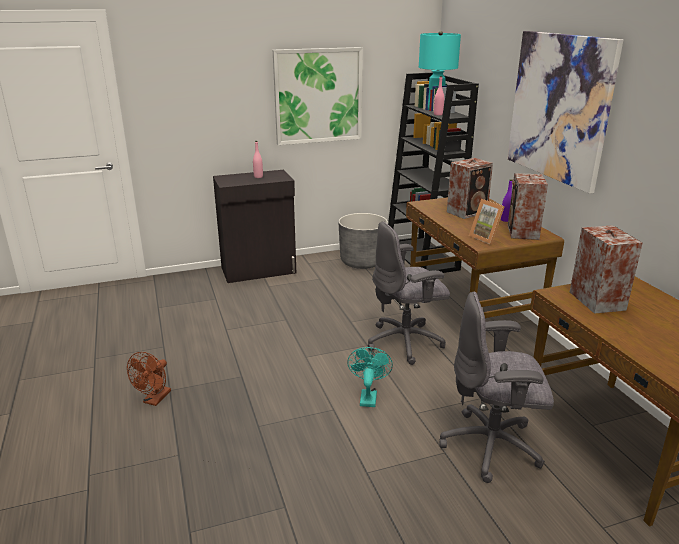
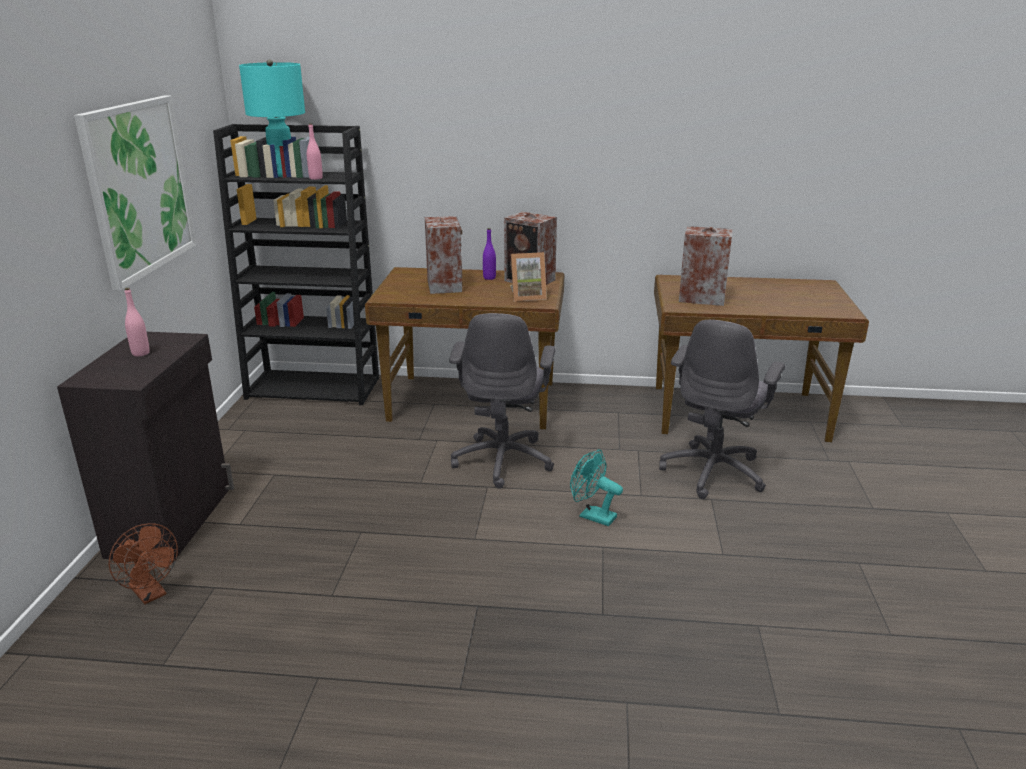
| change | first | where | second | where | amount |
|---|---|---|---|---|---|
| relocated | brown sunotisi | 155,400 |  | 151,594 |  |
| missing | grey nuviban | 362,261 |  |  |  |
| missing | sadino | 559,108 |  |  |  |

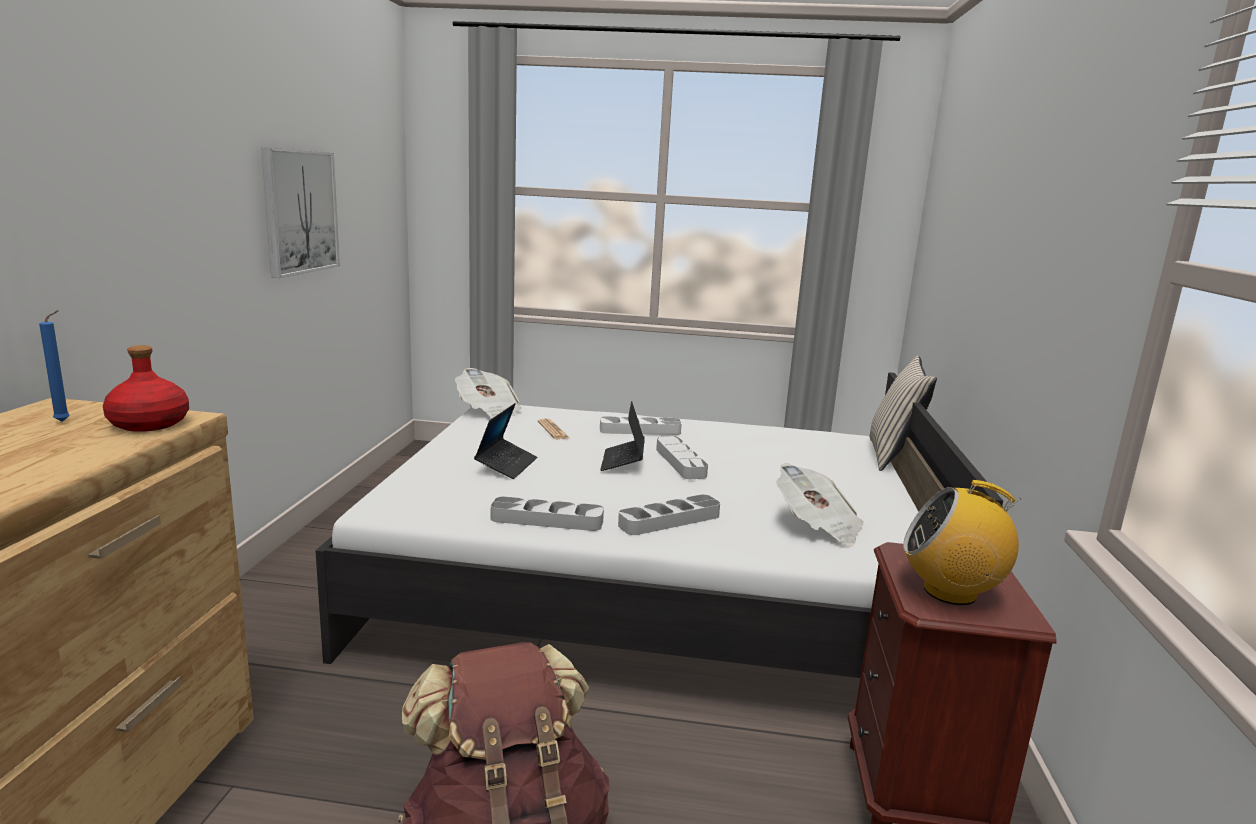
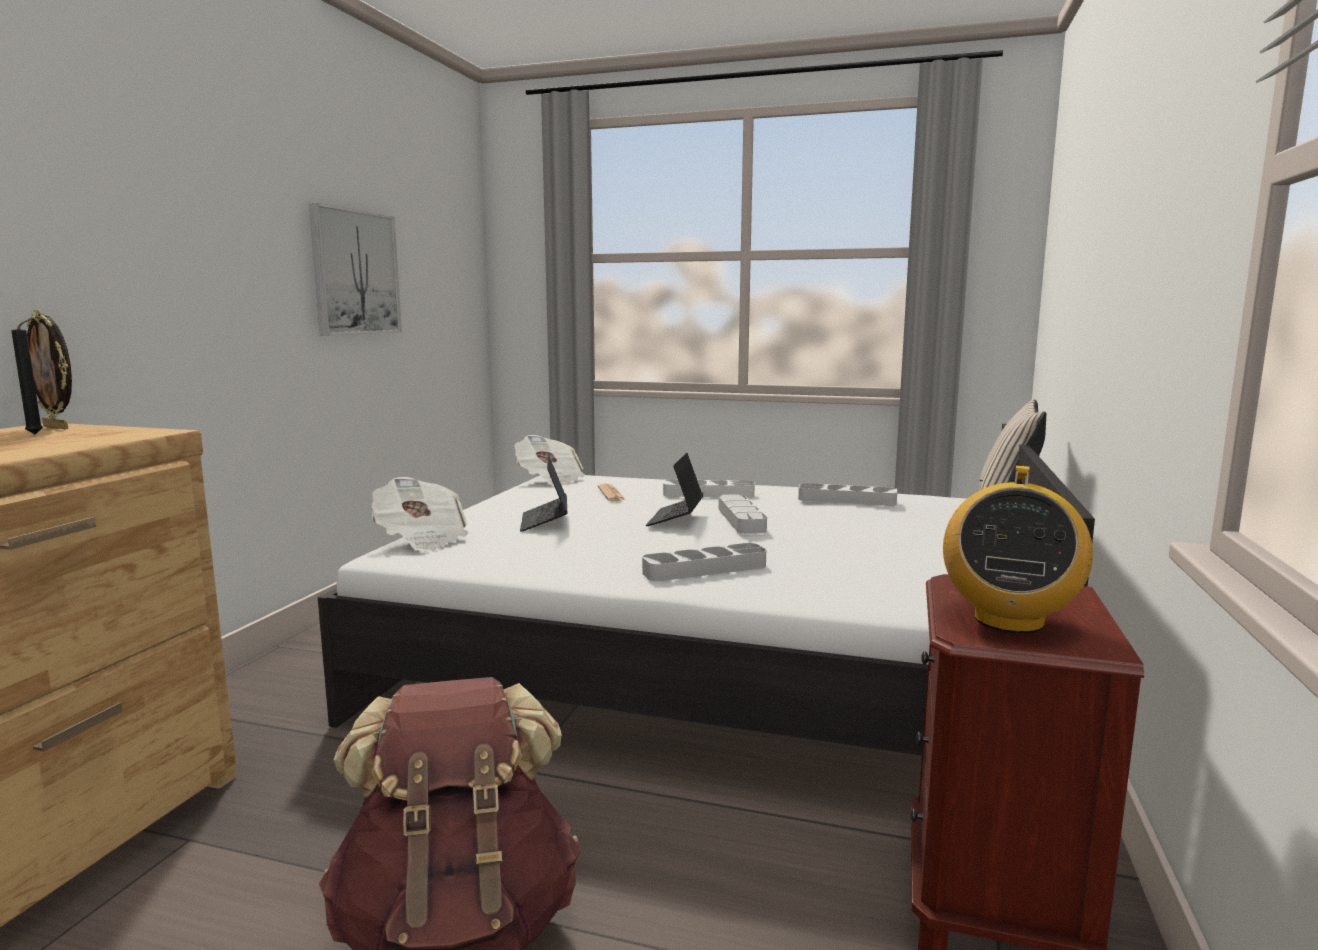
| change | first | where | second | where | amount |
|---|---|---|---|---|---|
| colour | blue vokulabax | 65,421 | black vokulabax | 38,434 |  |
| missing | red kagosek | 148,424 |  |  |  |
| spun | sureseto | 506,465 |  | 544,521 | 150 degrees clockwise |
| relocated | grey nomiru | 547,520 |  | 846,500 |  |
| relocated | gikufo | 818,527 |  | 421,539 |  |
| spun | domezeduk | 950,592 |  | 1008,620 | 90 degrees counterclockwise |
| appeared |  |  | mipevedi | 57,427 |  |

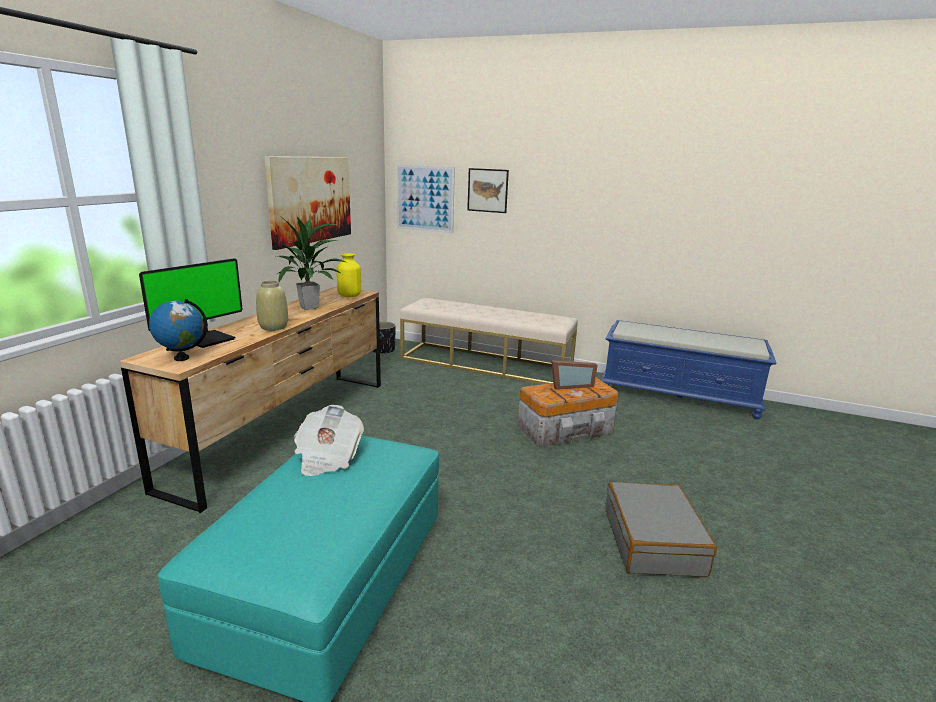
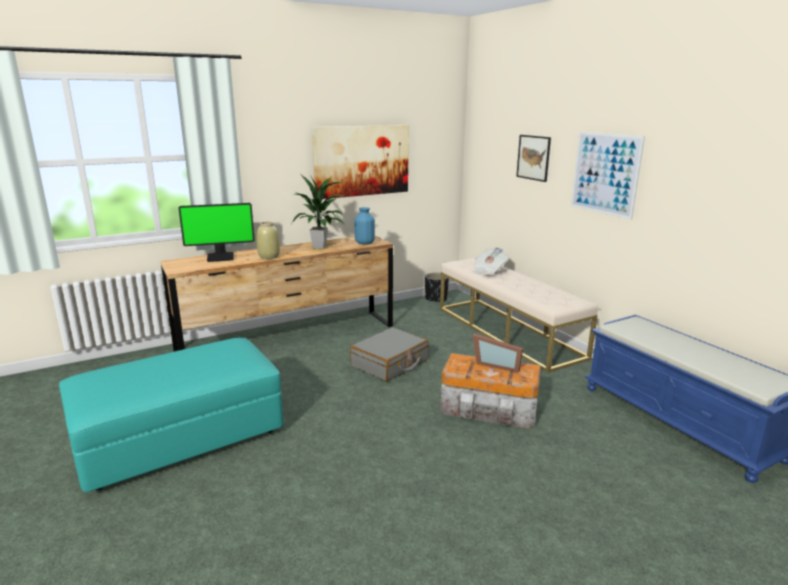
| change | first | where | second | where | amount |
|---|---|---|---|---|---|
| missing | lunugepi | 182,358 |  |  |  |
| relocated | gikufo | 327,457 |  | 488,271 |  |
| colour | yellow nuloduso | 349,295 | blue nuloduso | 365,243 |  |
| relocated | sadino | 425,198 |  | 605,174 |  |
| relocated | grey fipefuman | 653,541 |  | 390,363 |  |

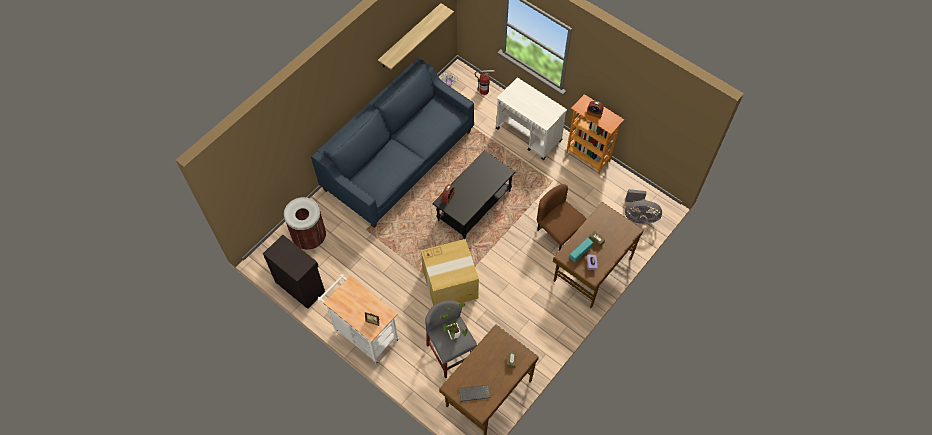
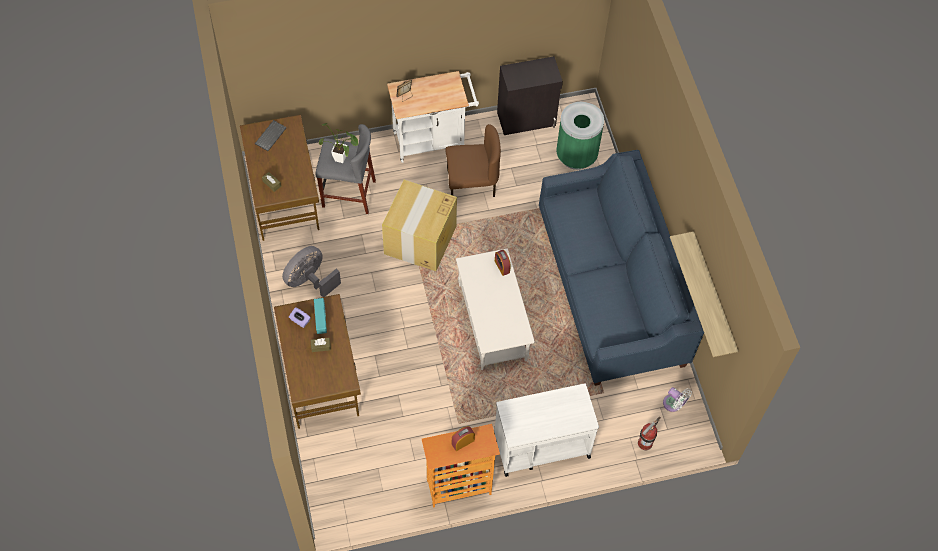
| change | first | where | second | where | amount |
|---|---|---|---|---|---|
| colour | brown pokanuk | 309,237 | green pokanuk | 576,156 |  |
| colour | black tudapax | 474,205 | white tudapax | 493,322 |  |
| relocated | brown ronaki | 558,234 |  | 471,186 |  |
| relocated | grey sunotisi | 639,216 |  | 310,281 |  |

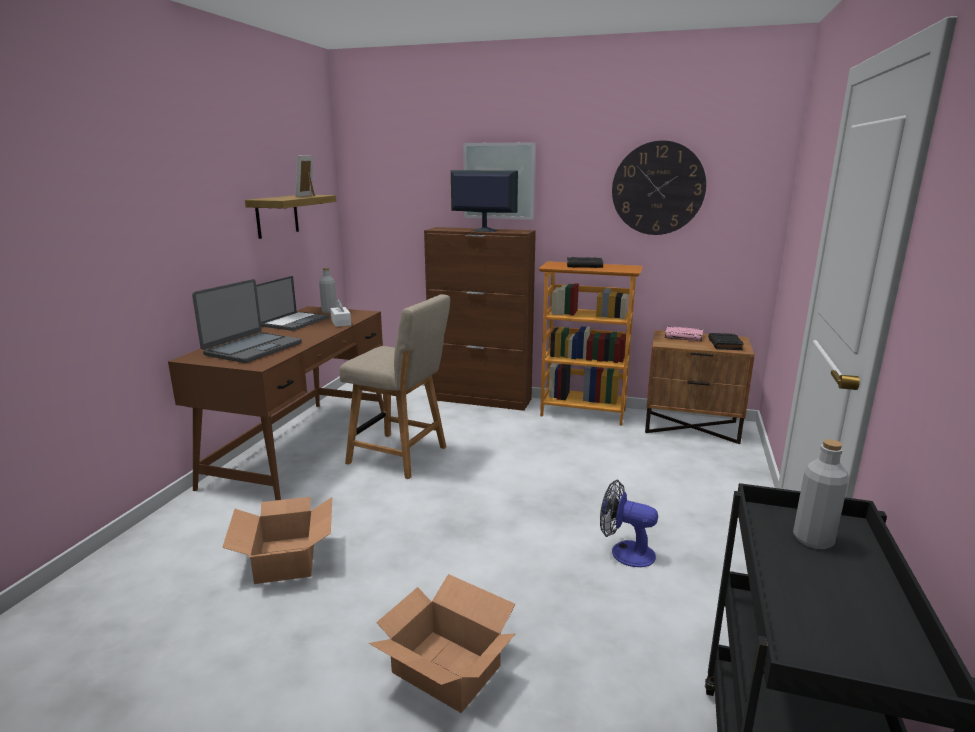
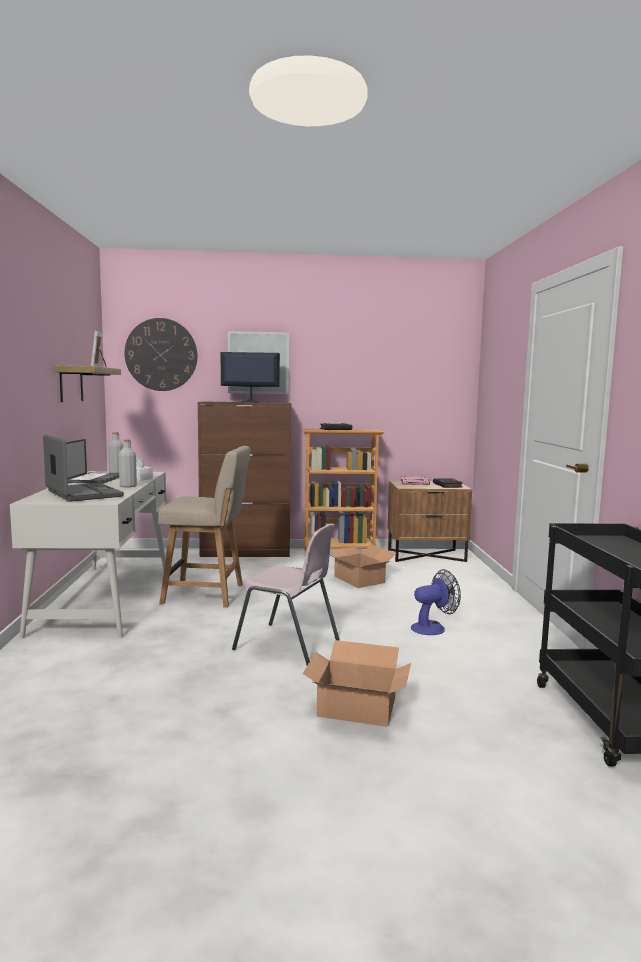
| change | first | where | second | where | amount |
|---|---|---|---|---|---|
| colour | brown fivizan | 302,447 | white fivizan | 105,598 |  |
| spun | sureseto | 252,349 |  | 83,494 | 45 degrees counterclockwise |
| relocated | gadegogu | 287,558 |  | 359,579 |  |
| spun | sunotisi | 625,552 |  | 433,627 | 150 degrees clockwise |
| relocated | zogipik | 658,188 |  | 161,354 |  |
| relocated | grey kagosek | 813,539 |  | 128,486 |  |
| appeared |  |  | pink ronaki | 288,645 |  |

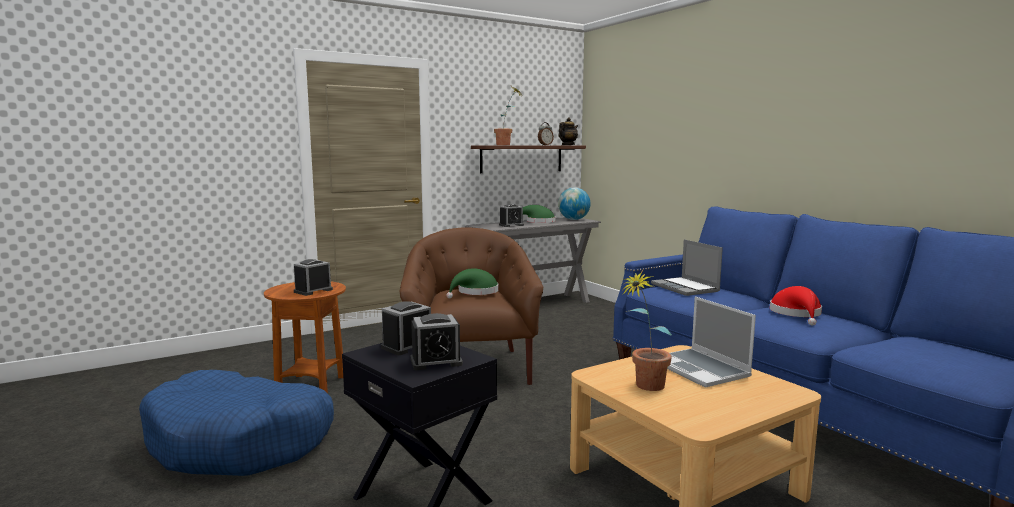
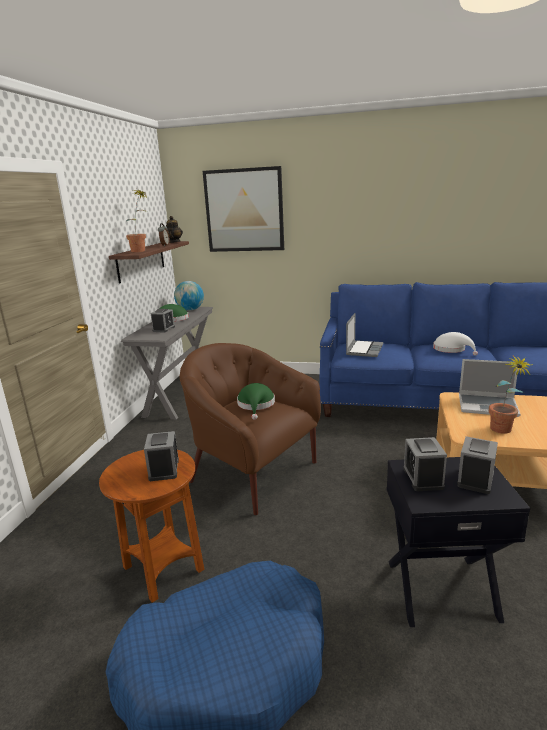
| change | first | where | second | where | amount |
|---|---|---|---|---|---|
| spun | sureseto | 686,288 |  | 364,349 | 90 degrees counterclockwise |
| colour | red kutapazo | 797,314 | white kutapazo | 451,349 |  |
| appeared |  |  | sadino | 244,210 |  |

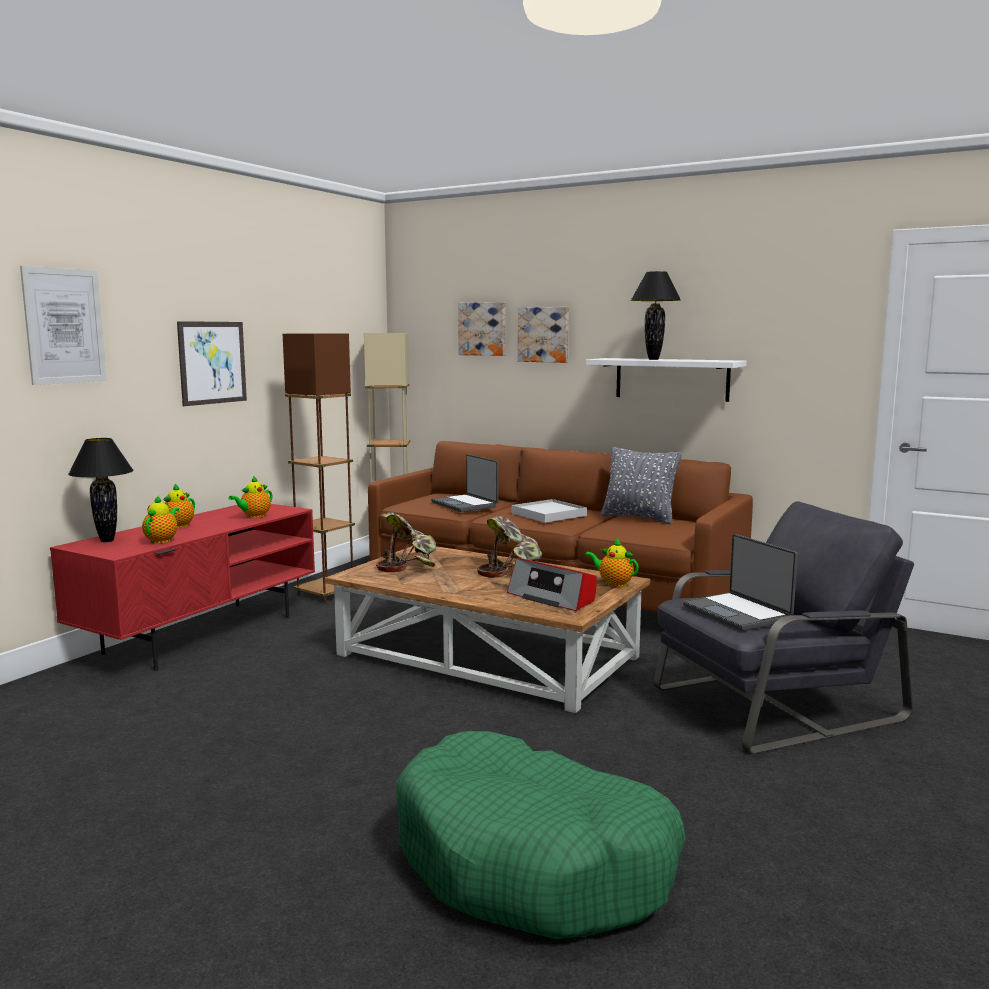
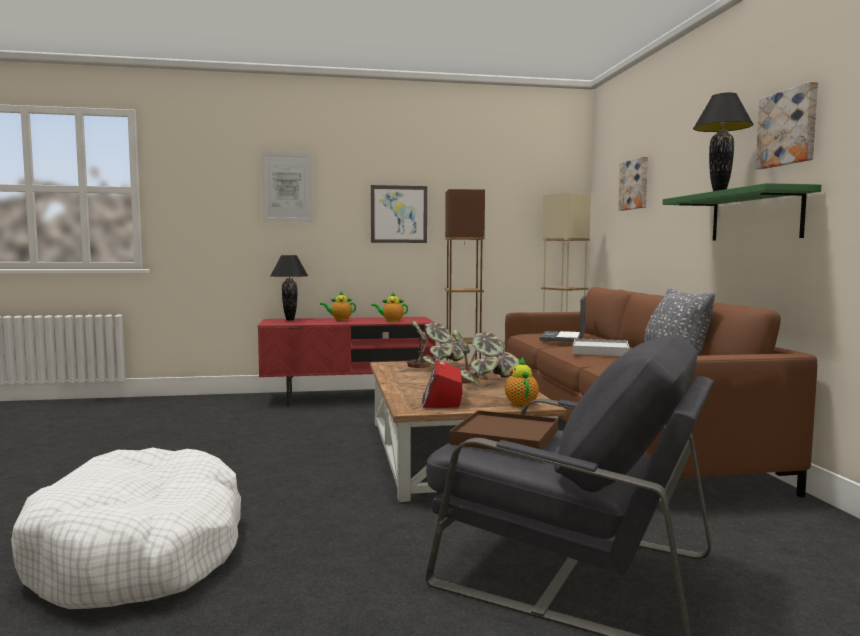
| change | first | where | second | where | amount |
|---|---|---|---|---|---|
| missing | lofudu | 162,540 |  |  |  |
| colour | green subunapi | 533,862 | white subunapi | 140,553 |  |
| relocated | sadino | 544,334 |  | 788,128 |  |
| colour | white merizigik | 671,379 | green merizigik | 755,216 |  |
| exchanged | sureseto | 738,613 | brown nomiru | 505,437 |  |

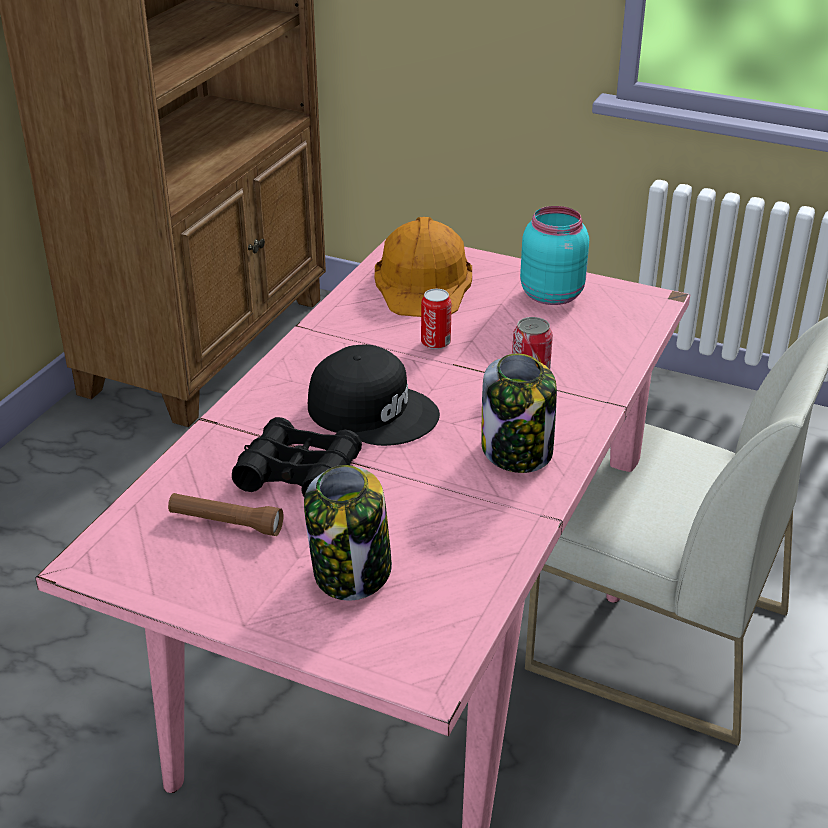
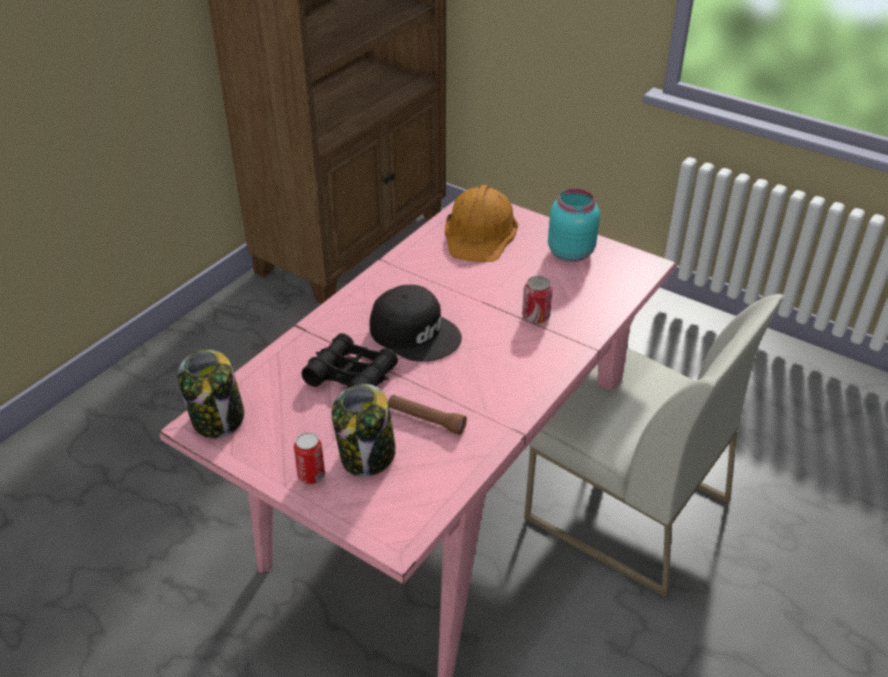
| change | first | where | second | where | amount |
|---|---|---|---|---|---|
| relocated | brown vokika | 226,523 |  | 426,420 |  |
| relocated | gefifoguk | 435,343 |  | 311,475 |  |
| relocated | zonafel | 517,451 |  | 218,419 |  |

